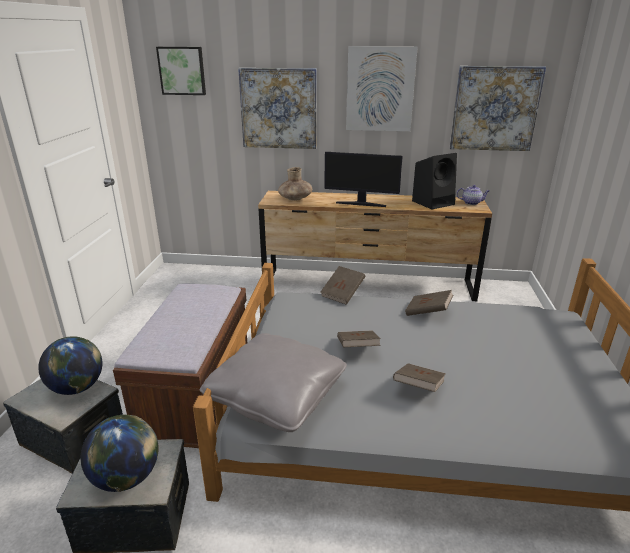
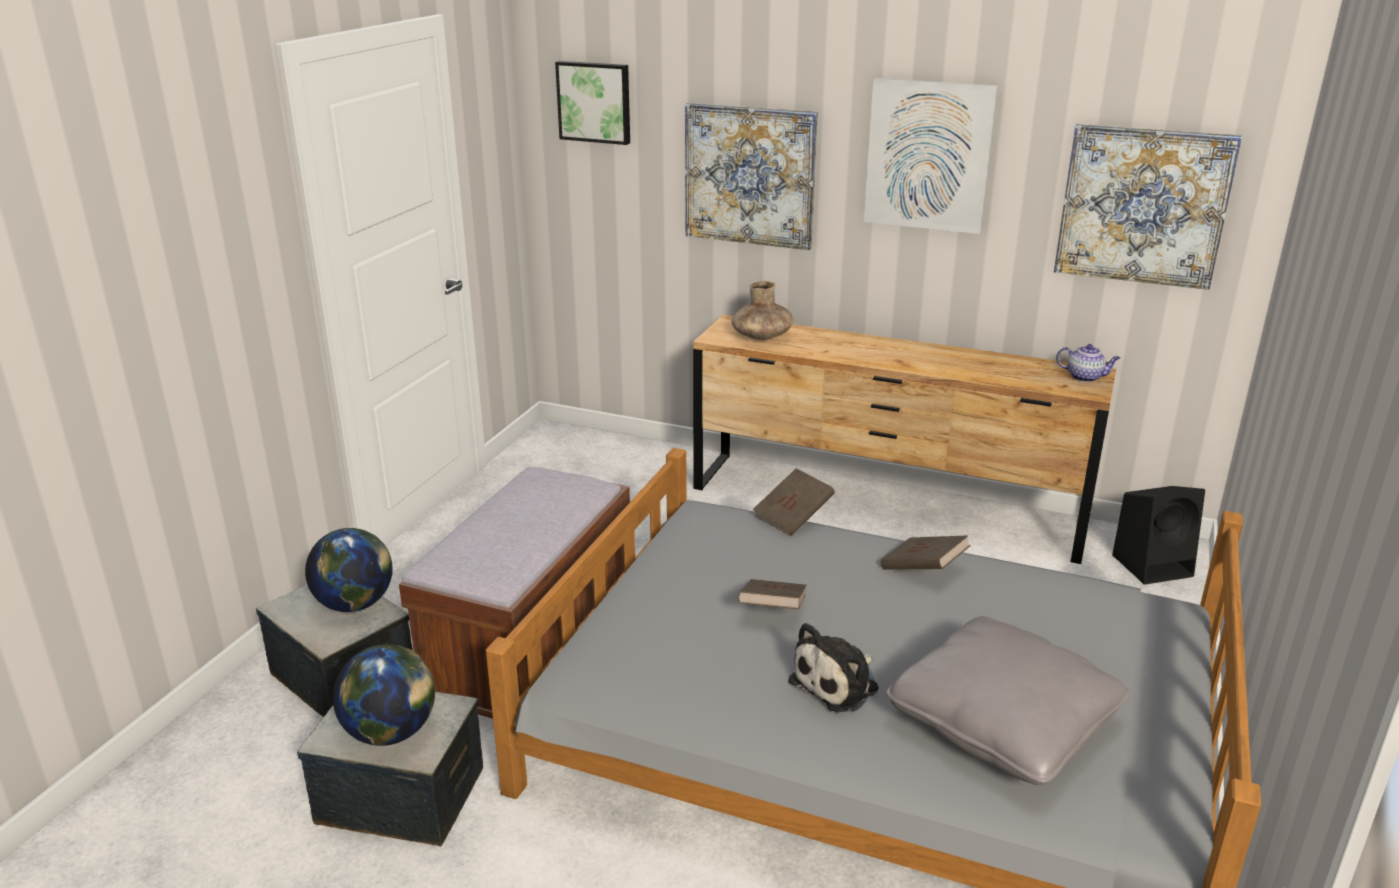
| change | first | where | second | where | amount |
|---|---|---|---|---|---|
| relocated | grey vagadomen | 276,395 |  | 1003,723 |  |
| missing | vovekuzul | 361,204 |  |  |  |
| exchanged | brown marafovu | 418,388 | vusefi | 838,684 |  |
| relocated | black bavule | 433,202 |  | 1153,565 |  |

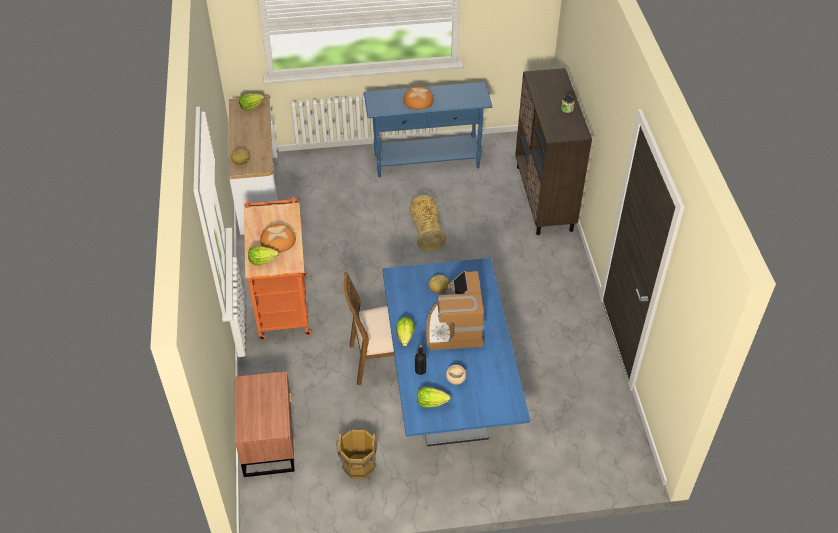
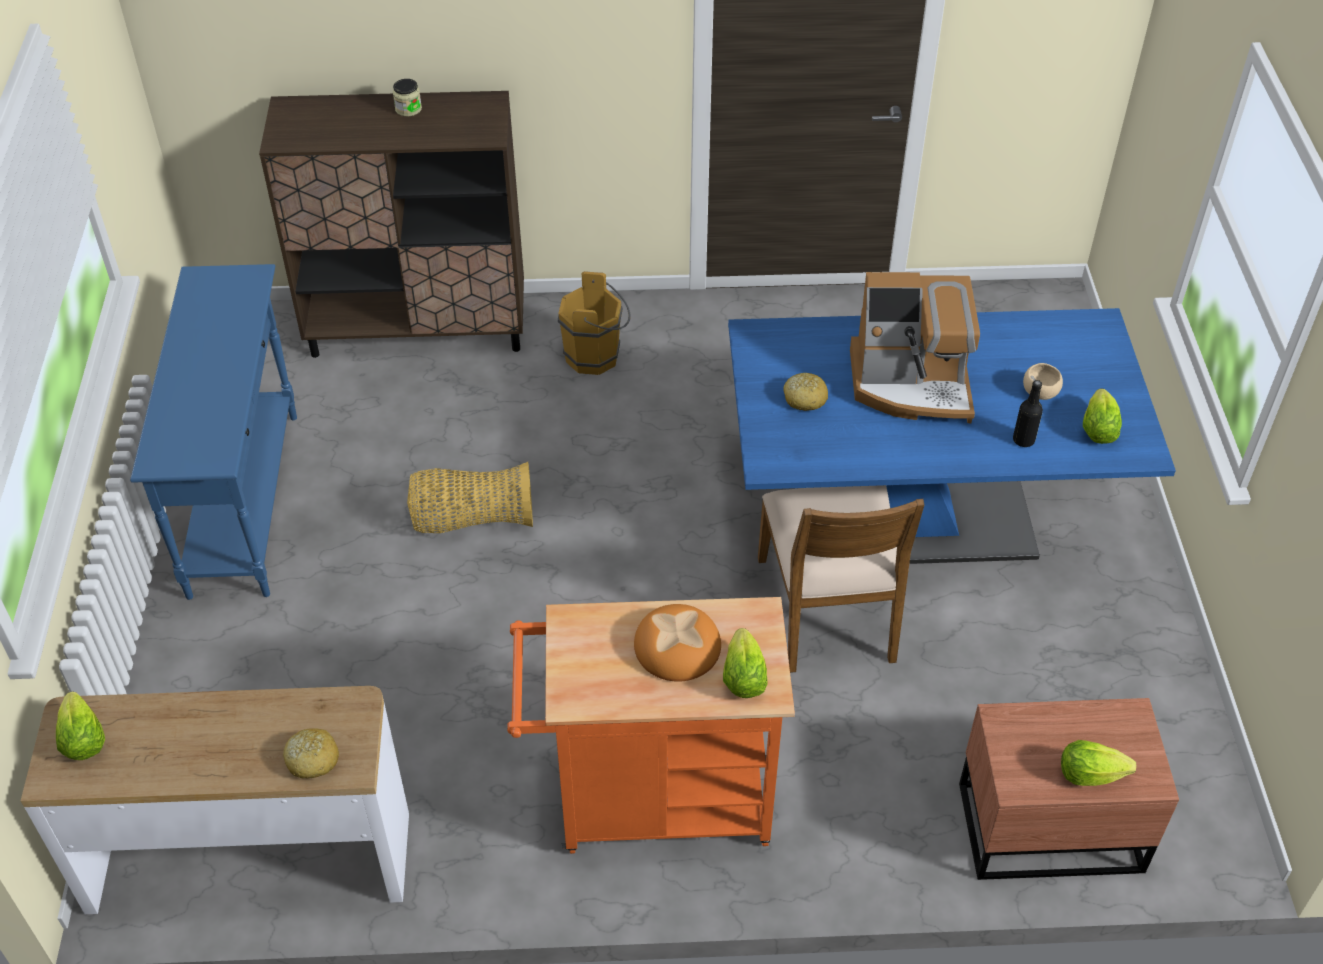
| change | first | where | second | where | amount |
|---|---|---|---|---|---|
| relocated | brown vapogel | 358,468 |  | 596,357 |  |
| relocated | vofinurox | 405,336 |  | 1089,774 |  |
| missing | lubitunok | 418,101 |  |  |  |

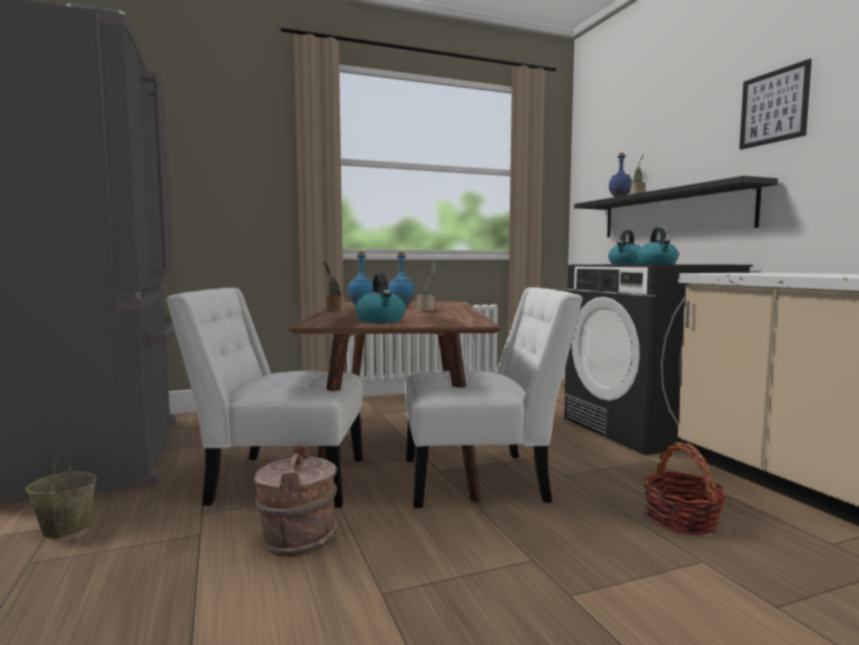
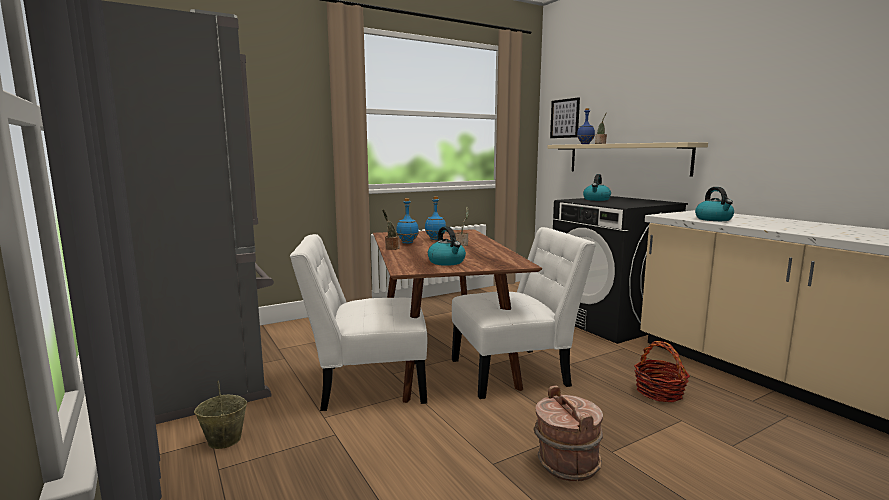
| change | first | where | second | where | amount |
|---|---|---|---|---|---|
| relocated | brown vapogel | 297,539 |  | 566,463 |  |
| colour | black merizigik | 672,213 | beige merizigik | 626,158 |  |
| relocated | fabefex | 657,264 |  | 714,219 |  |
| relocated | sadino | 774,107 |  | 565,118 |  |

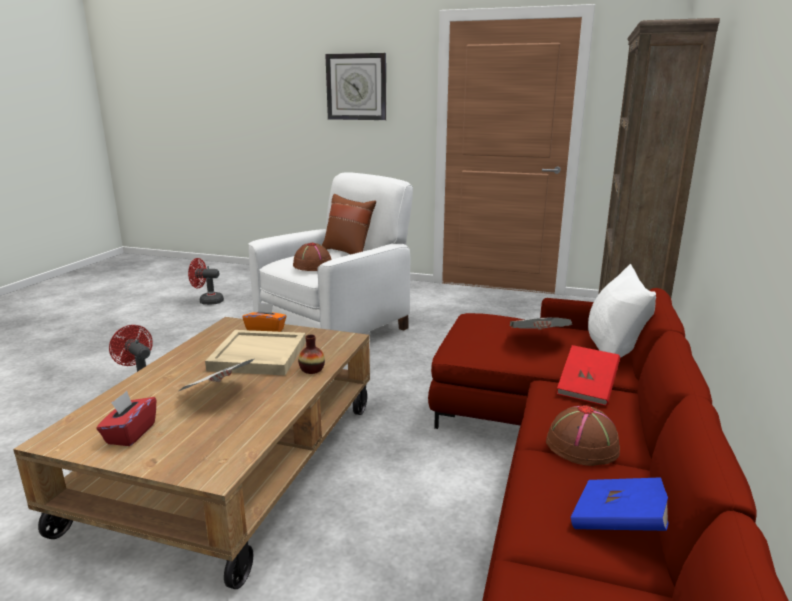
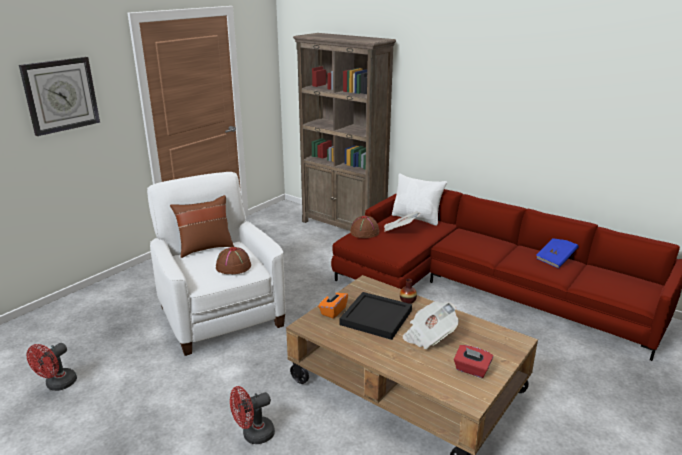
| change | first | where | second | where | amount |
|---|---|---|---|---|---|
| colour | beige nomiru | 257,356 | black nomiru | 376,318 |  |
| relocated | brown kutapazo | 583,446 |  | 365,232 |  |
| missing | red marafovu | 587,389 |  |  |  |

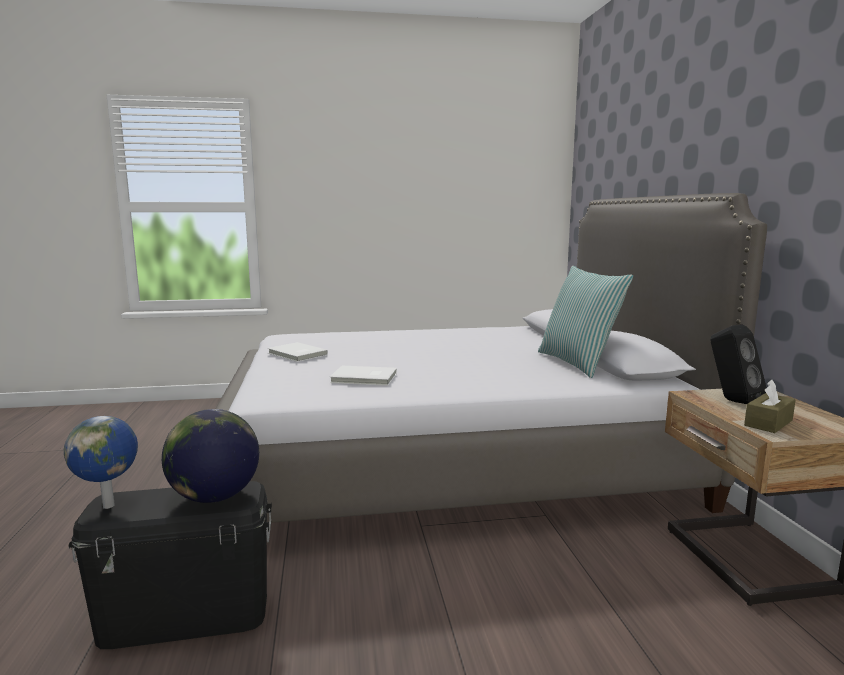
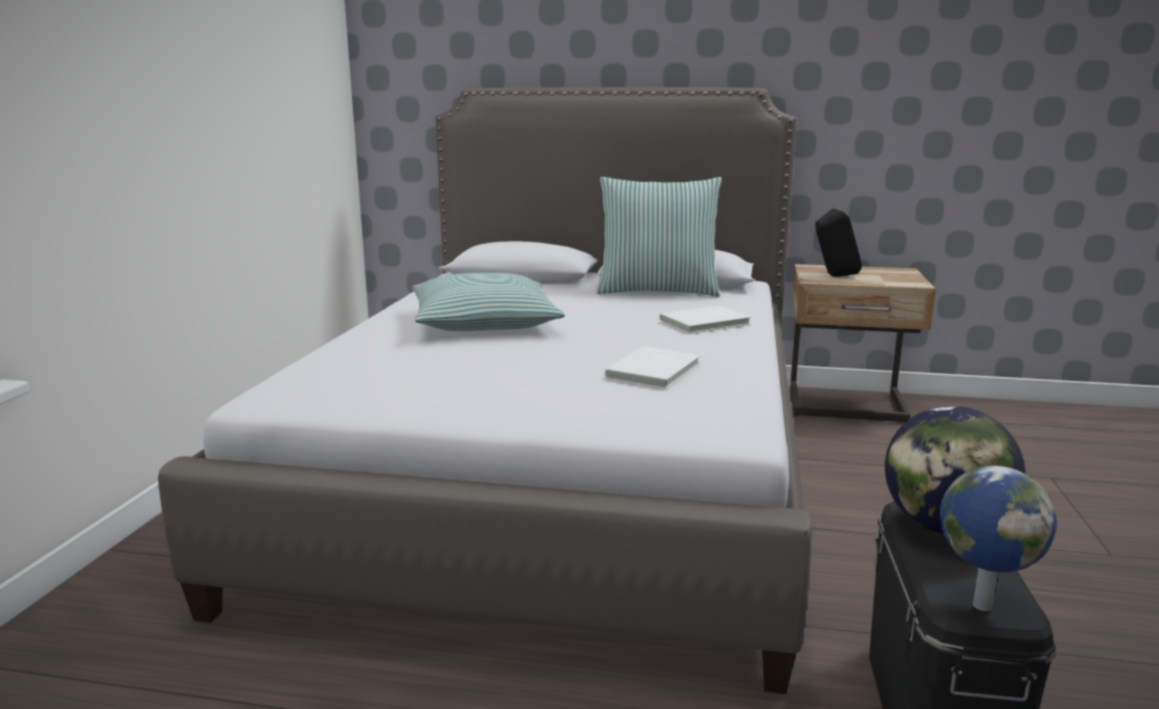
| change | first | where | second | where | amount |
|---|---|---|---|---|---|
| relocated | white marafovu | 296,354 |  | 706,323 |  |
| missing | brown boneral | 768,423 |  |  |  |
| appeared |  |  | vagadomen | 484,322 |  |

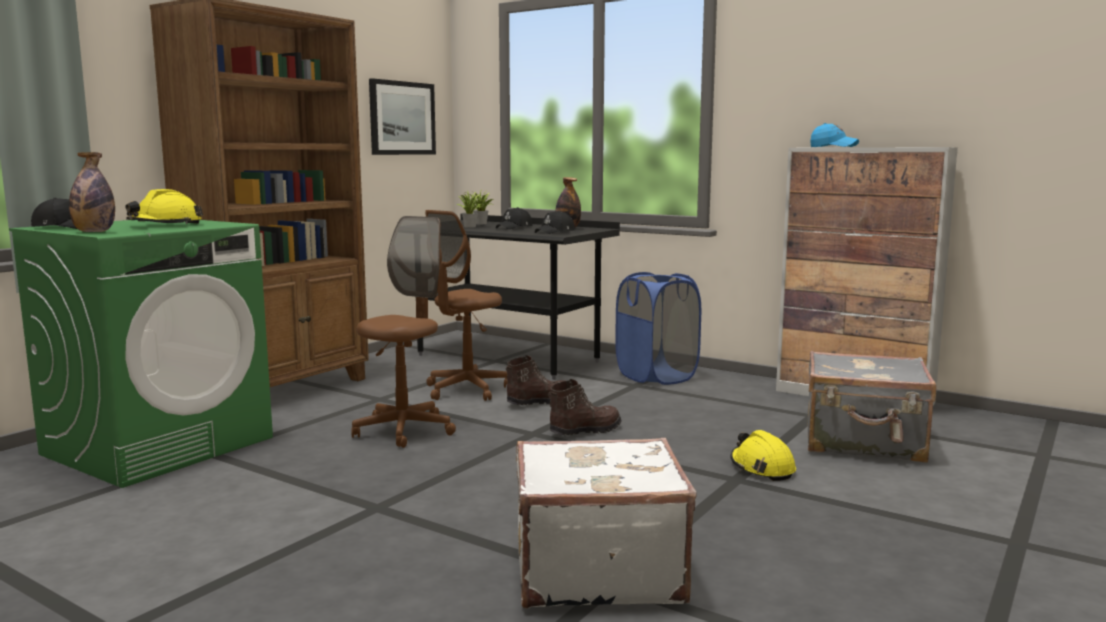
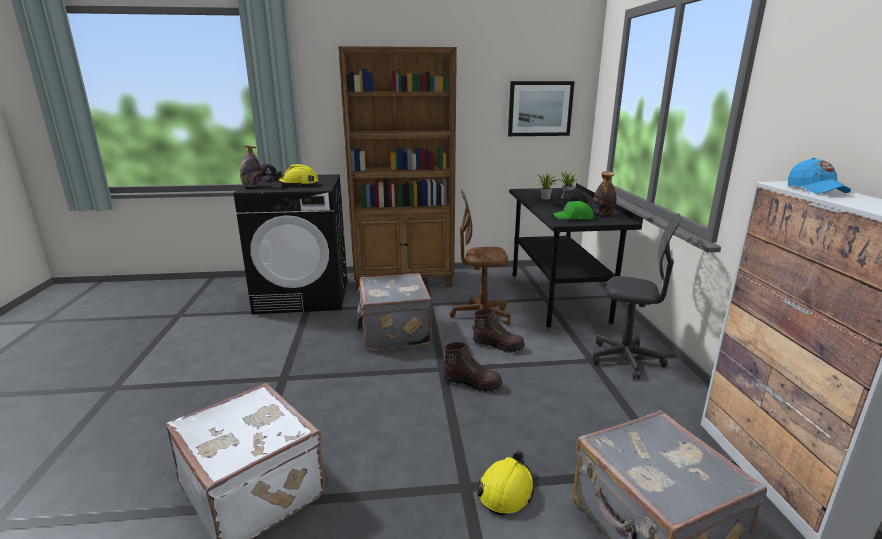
| change | first | where | second | where | amount |
|---|---|---|---|---|---|
| colour | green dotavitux | 160,445 | black dotavitux | 304,295 |  |
| exchanged | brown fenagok | 404,430 | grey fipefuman | 393,332 |  |
| colour | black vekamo | 555,232 | green vekamo | 573,217 |  |
| exchanged | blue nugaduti | 656,376 | grey fenagok | 626,359 |  |

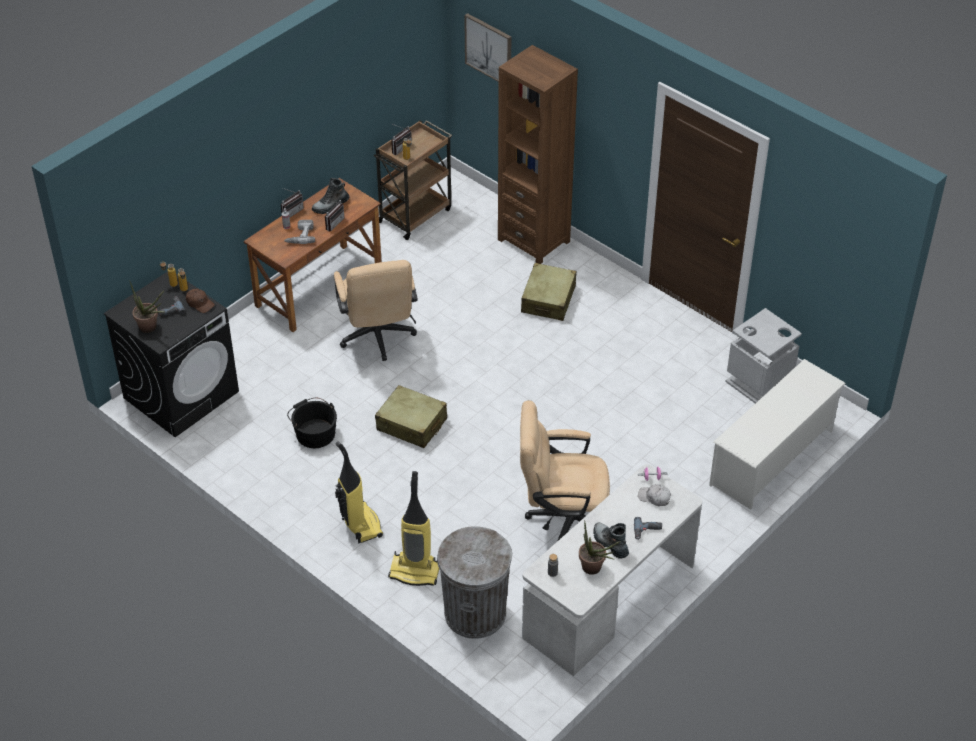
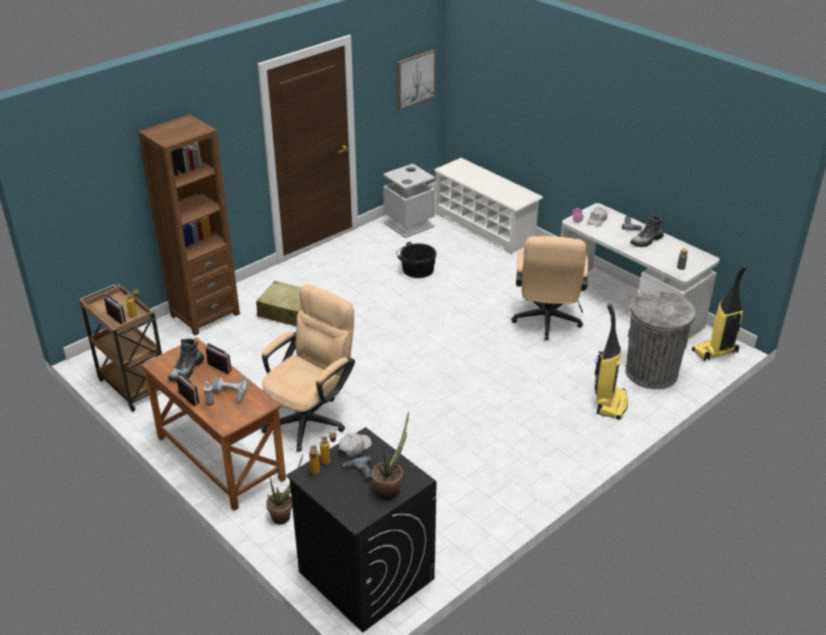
| change | first | where | second | where | amount |
|---|---|---|---|---|---|
| colour | brown vekamo | 200,303 | white vekamo | 354,447 |  |
| relocated | black vapogel | 314,432 |  | 416,270 |  |
| spun | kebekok | 330,205 |  | 187,370 | 60 degrees clockwise |
| spun | beige fenagok | 377,338 |  | 311,417 | 45 degrees counterclockwise |
| relocated | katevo | 360,524 |  | 714,352 |  |
| missing | beige fipefuman | 412,424 |  |  |  |
| relocated | sadino | 489,49 |  | 415,79 |  |
| relocated | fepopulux | 594,569 |  | 284,515 |  |

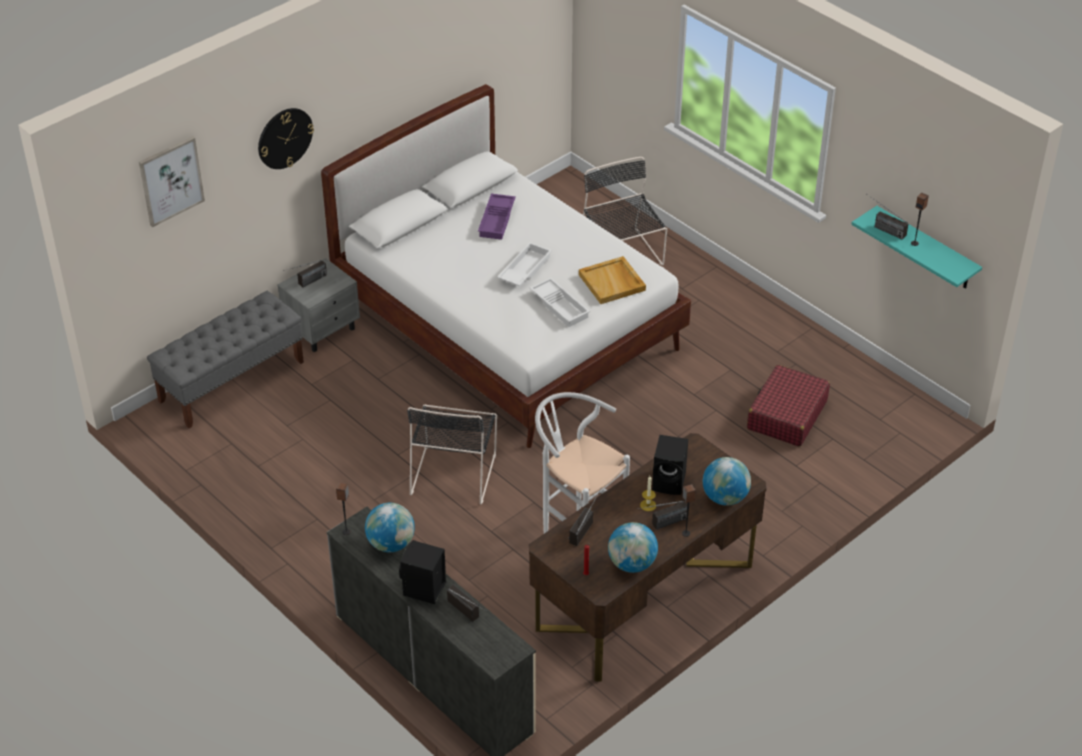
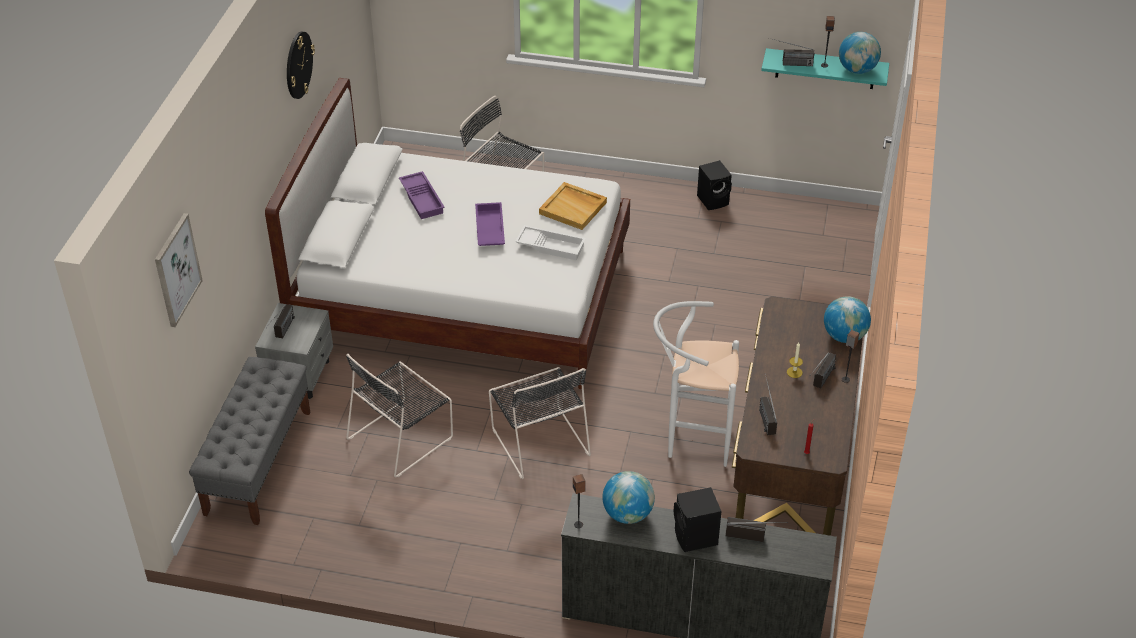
| change | first | where | second | where | amount |
|---|---|---|---|---|---|
| relocated | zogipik | 285,138 |  | 298,65 |  |
| colour | white nomiru | 524,269 | purple nomiru | 489,229 |  |
| relocated | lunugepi | 632,564 |  | 857,70 |  |
| relocated | black bavule | 670,482 |  | 714,200 |  |
| missing | red fipefuman | 786,415 |  |  |  |
| appeared |  |  | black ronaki | 402,436 |  |

